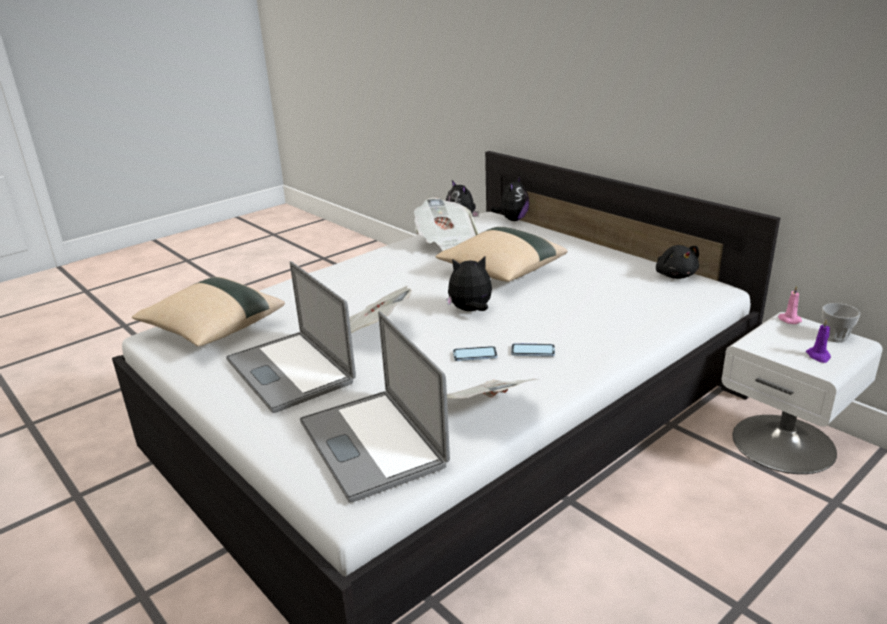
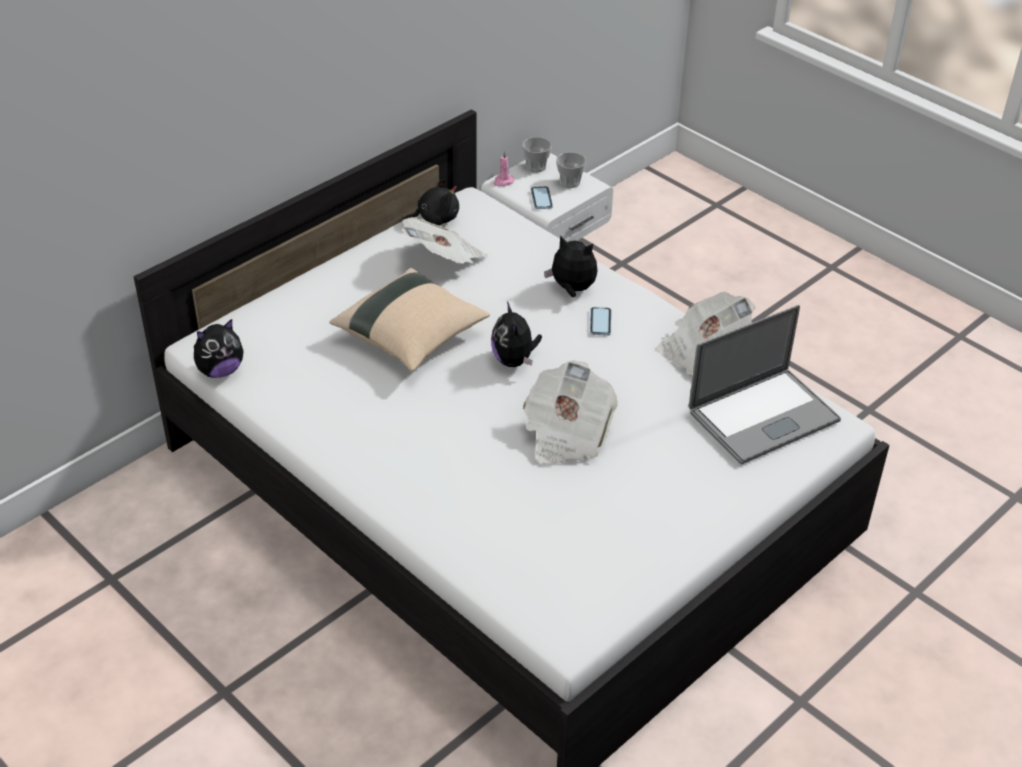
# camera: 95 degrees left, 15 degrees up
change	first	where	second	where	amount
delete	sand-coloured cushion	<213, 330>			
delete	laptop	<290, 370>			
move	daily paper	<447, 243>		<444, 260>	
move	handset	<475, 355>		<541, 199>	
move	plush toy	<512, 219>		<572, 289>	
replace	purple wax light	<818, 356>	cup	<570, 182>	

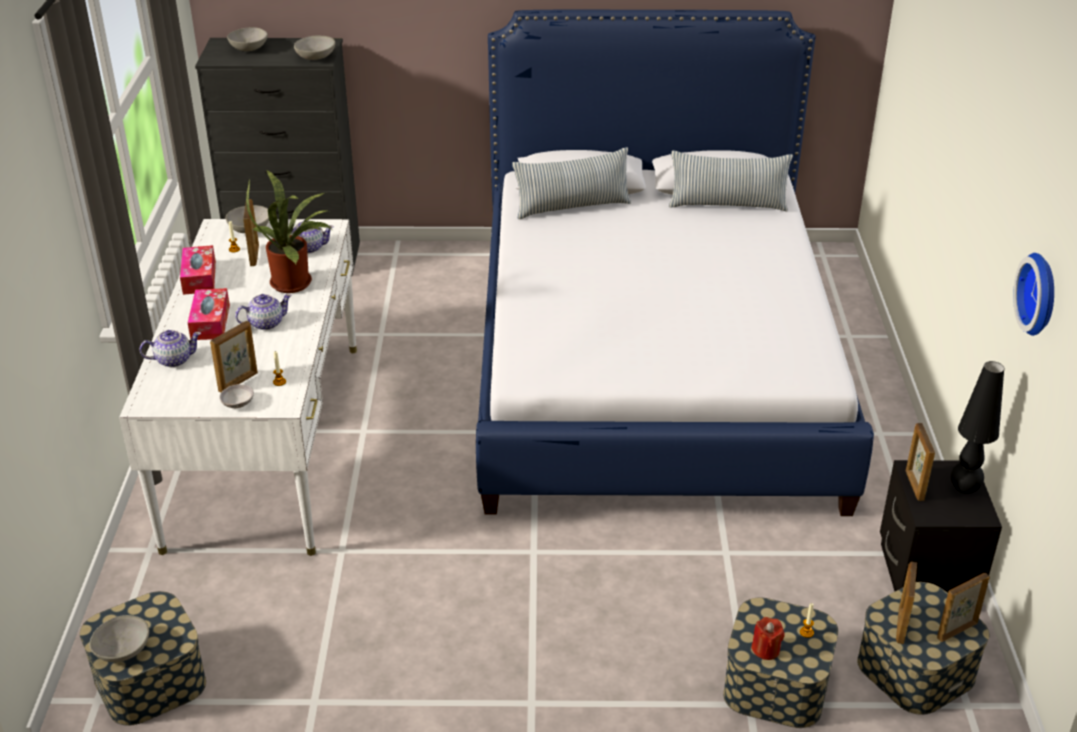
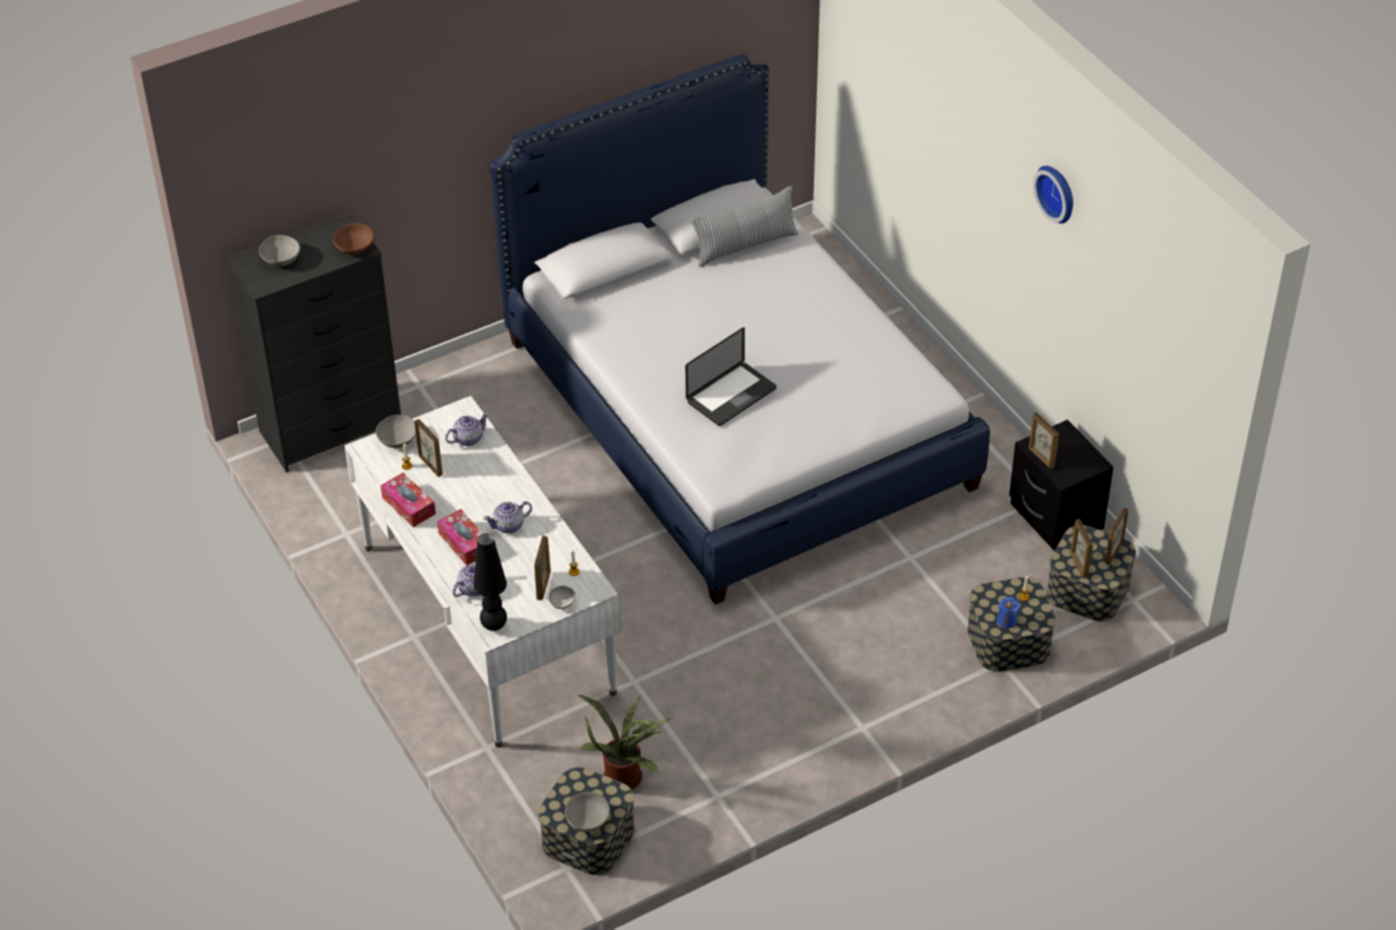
# camera: 30 degrees left, 10 degrees up
change	first	where	second	where	amount
rotate	teapot	<265, 323>		<509, 526>	150 degrees counterclockwise
move	potted plant	<296, 283>		<625, 776>	
recolor	greyish bowl	<316, 57>	brownish bowl	<355, 248>	
delete	cushion	<572, 207>			
recolor	red wax light	<766, 649>	bluish wax light	<1007, 620>	
move	black-coloured table lamp	<964, 489>		<494, 626>	
move	hanging clock	<1041, 294>		<1058, 192>	
insert			laptop	<731, 395>	

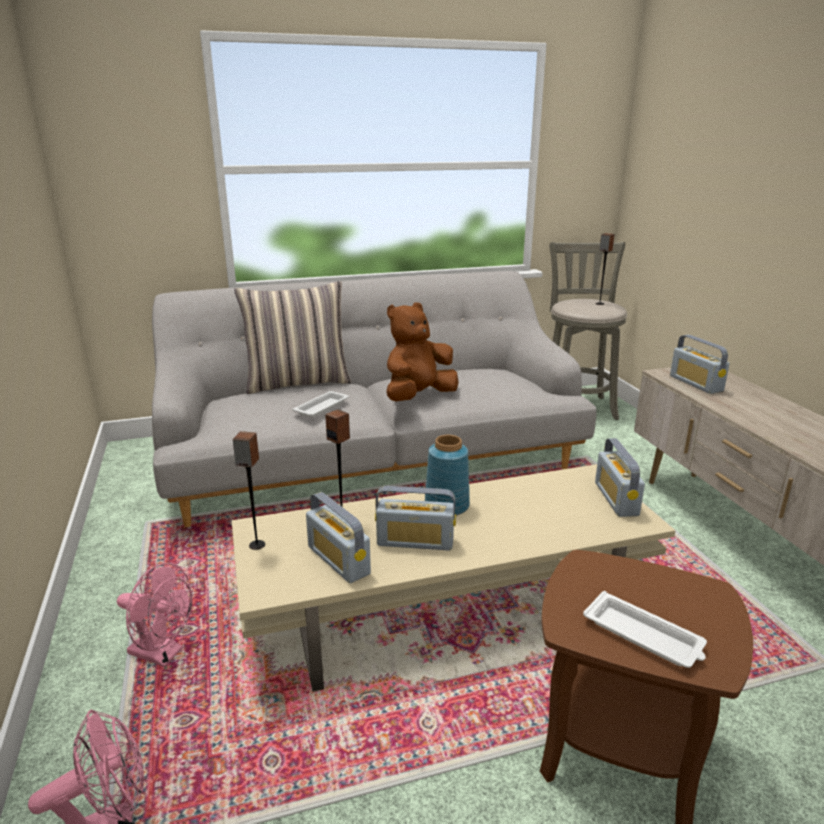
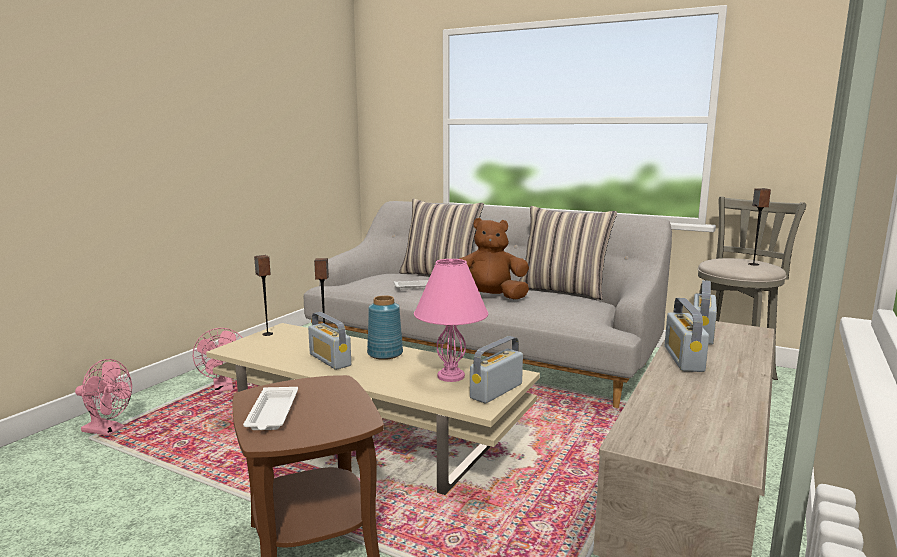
# camera: 45 degrees right, 10 degrees down
change	first	where	second	where	amount
move	radio receiver	<338, 560>		<683, 359>	
insert			pinkish table lamp	<451, 376>	
insert			cushion	<563, 290>	

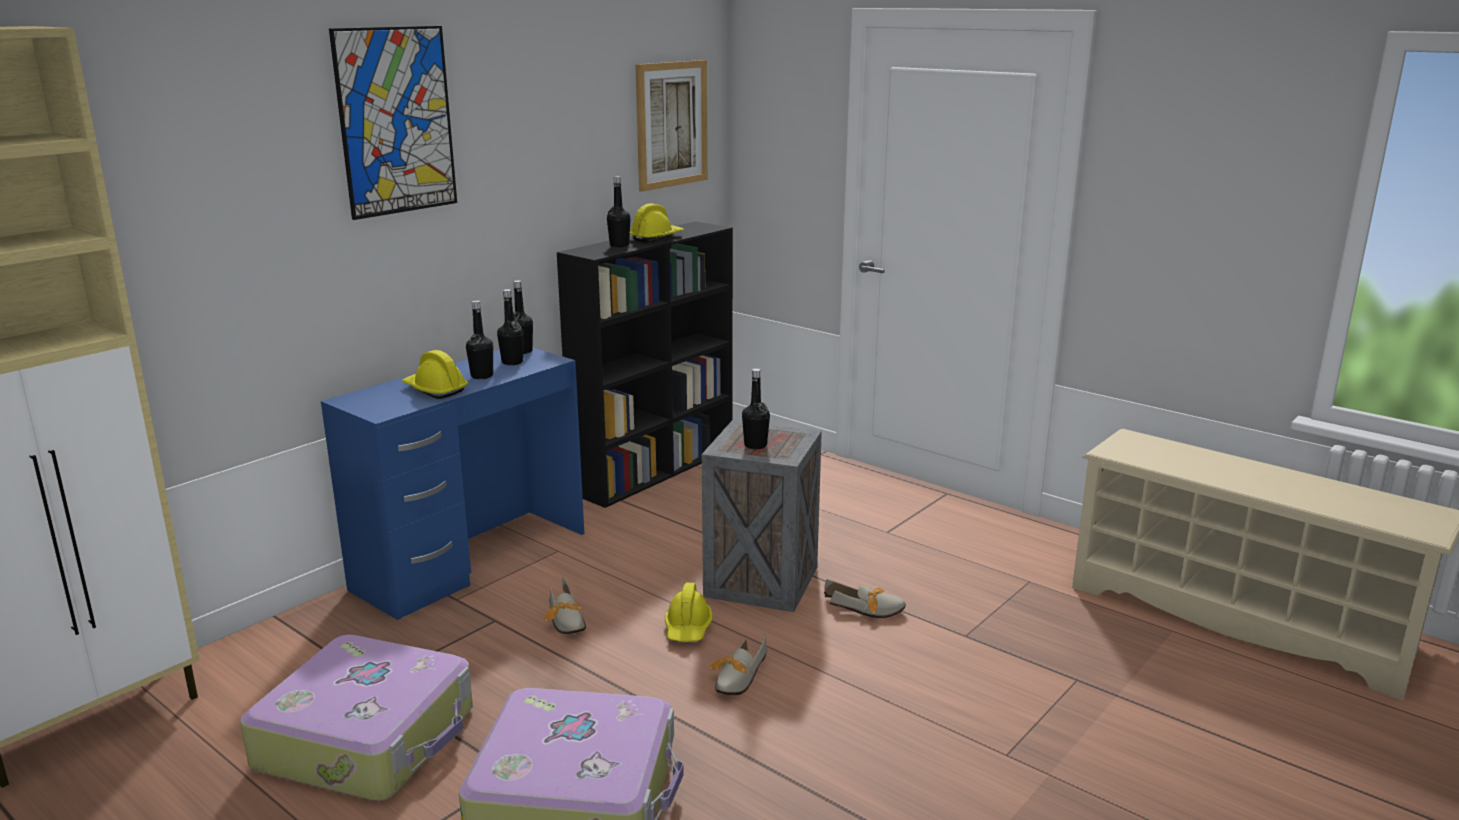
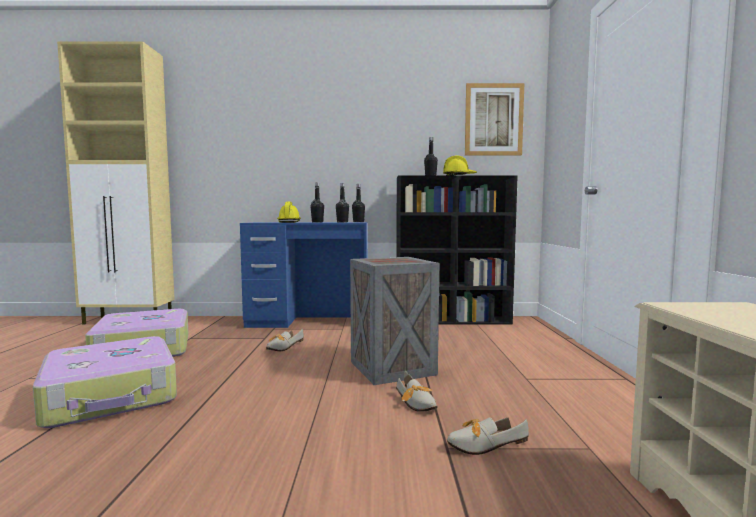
# camera: 50 degrees right, 15 degrees down
change	first	where	second	where	amount
delete	wall picture	<396, 121>			
delete	yellow work helmet	<688, 628>			
move	low shoe	<737, 679>		<481, 445>	
delete	black-coloured drink bottle	<755, 445>			

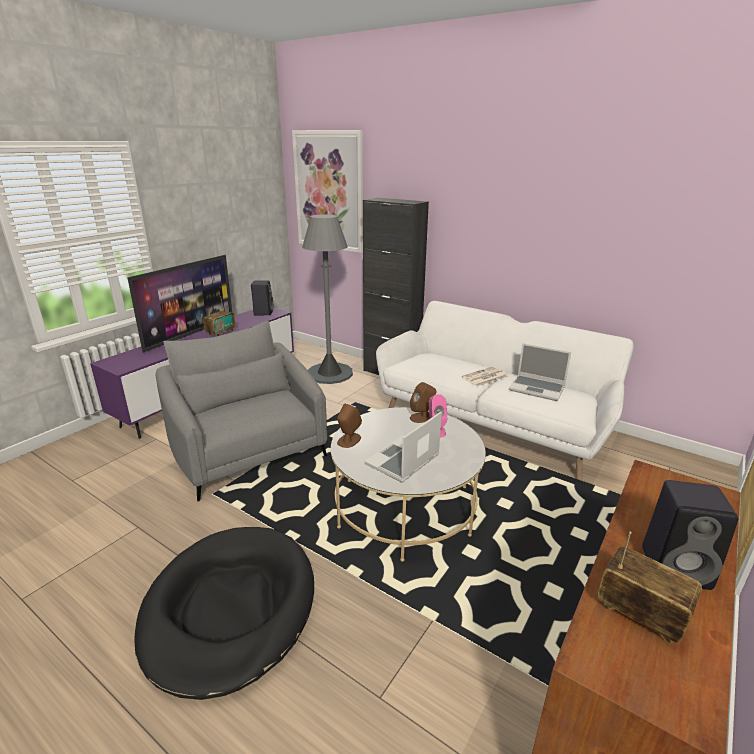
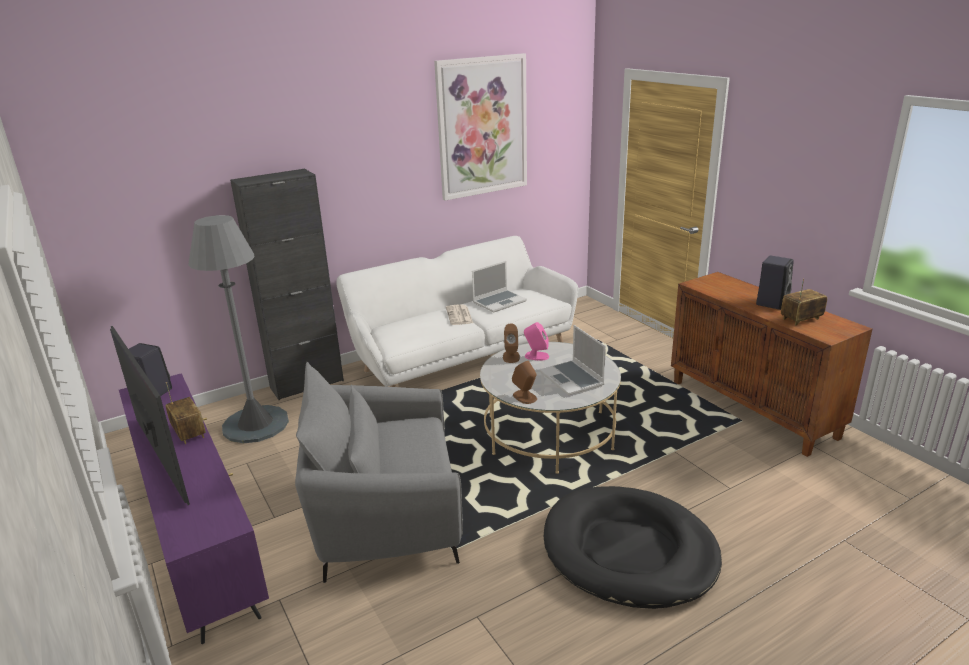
# camera: 65 degrees left, 0 degrees up
change	first	where	second	where	amount
move	wall picture	<329, 191>		<482, 127>	

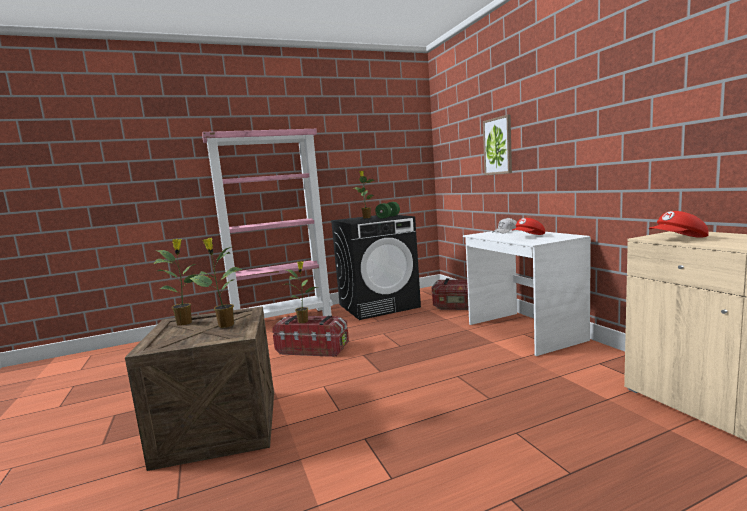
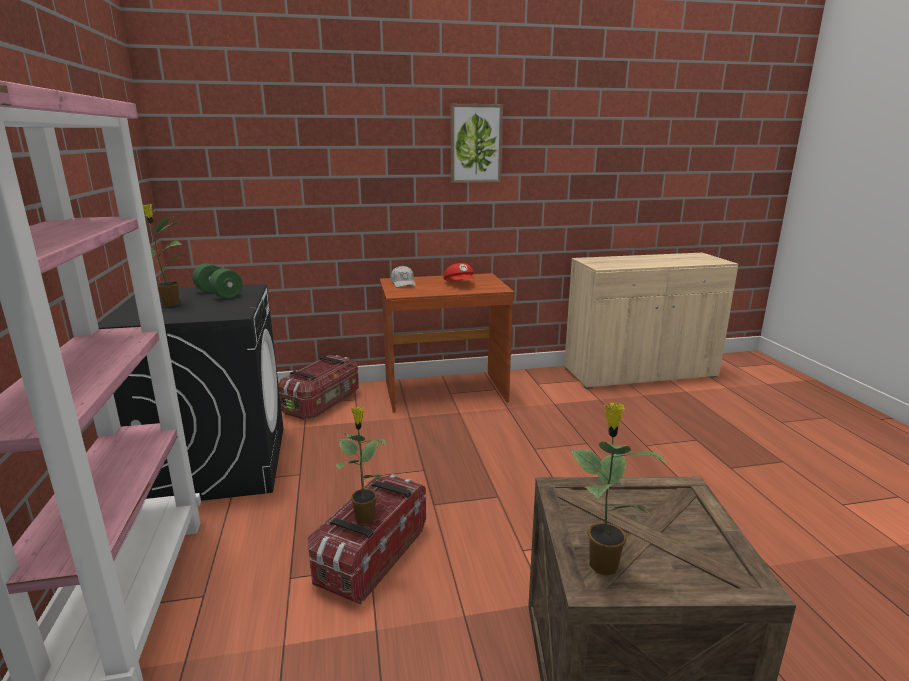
# camera: 80 degrees left, 10 degrees up
change	first	where	second	where	amount
delete	potted plant	<225, 325>			
recolor	whitish desk	<523, 332>	brownish desk	<445, 392>	
move	wall picture	<498, 146>		<475, 144>	
delete	red peaked cap	<678, 239>			

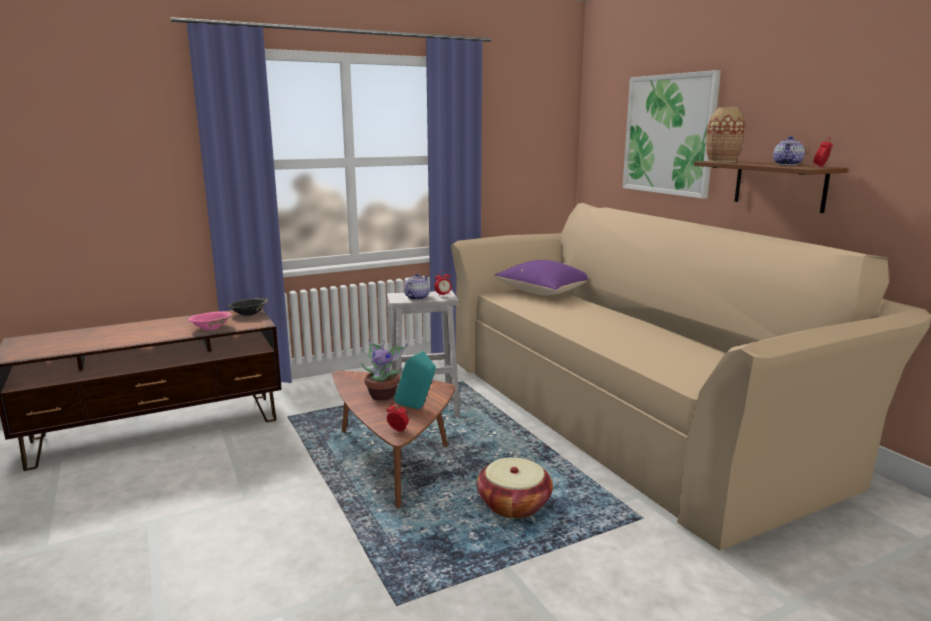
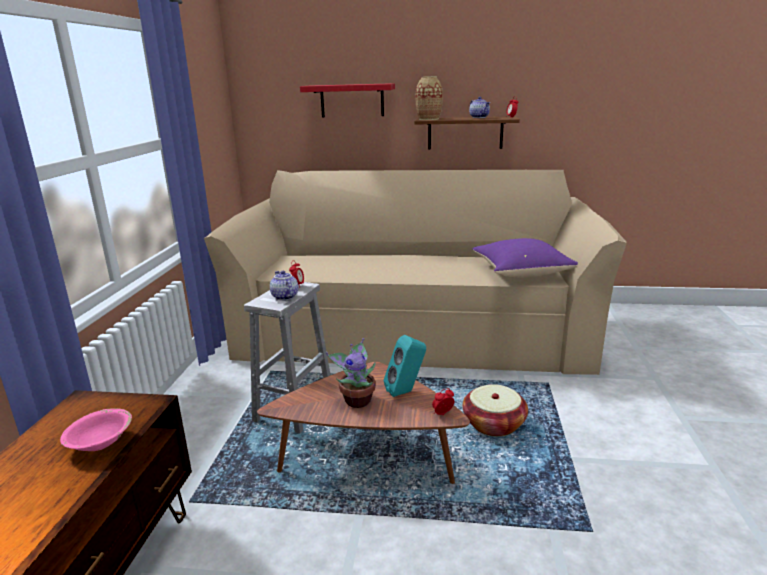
# camera: 55 degrees left, 5 degrees up
change	first	where	second	where	amount
delete	black-coloured bowl	<249, 313>			
move	purple cushion	<546, 293>		<522, 273>	
replace	wall picture	<669, 135>	red shelf	<352, 100>	

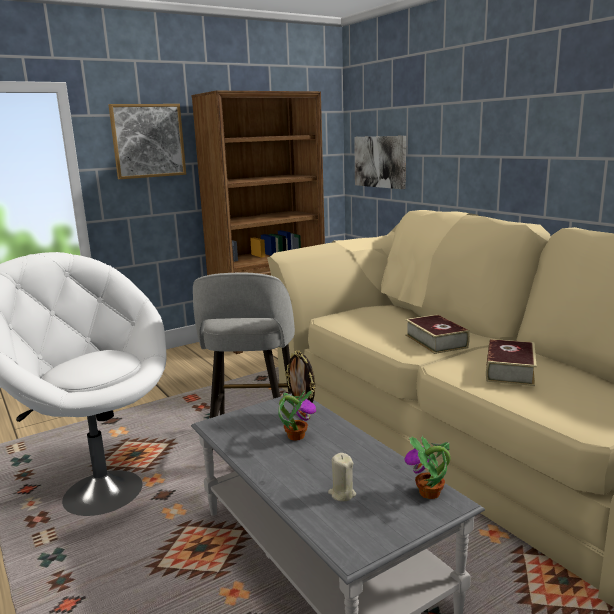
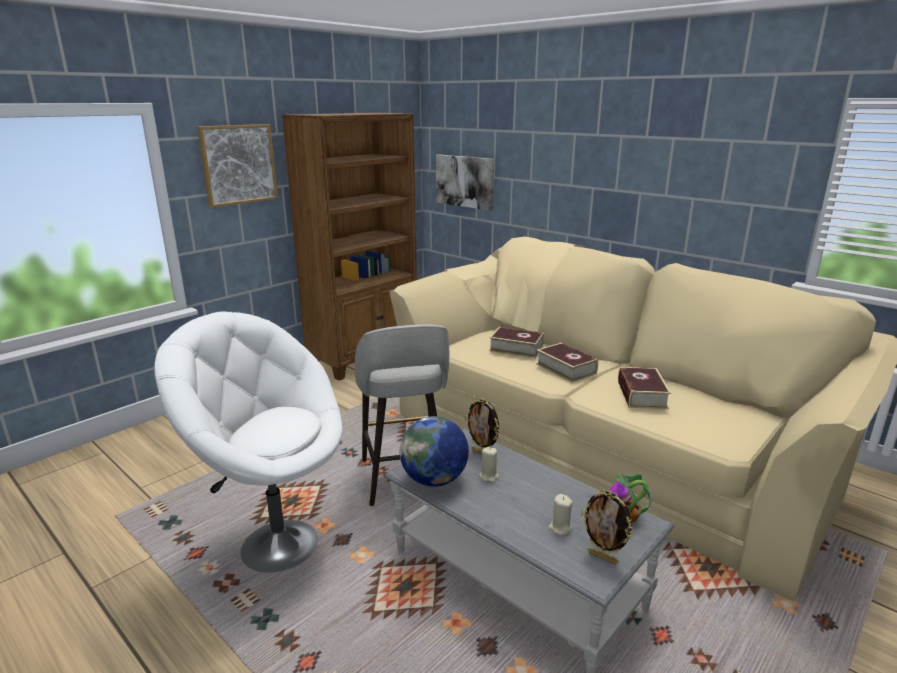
# camera: 15 degrees left, 5 degrees up
change	first	where	second	where	amount
replace	potted plant	<296, 436>	sand-coloured wax light	<489, 476>	
insert			desk globe	<434, 480>	
insert			book	<516, 348>	
insert			standing frame	<603, 557>	

